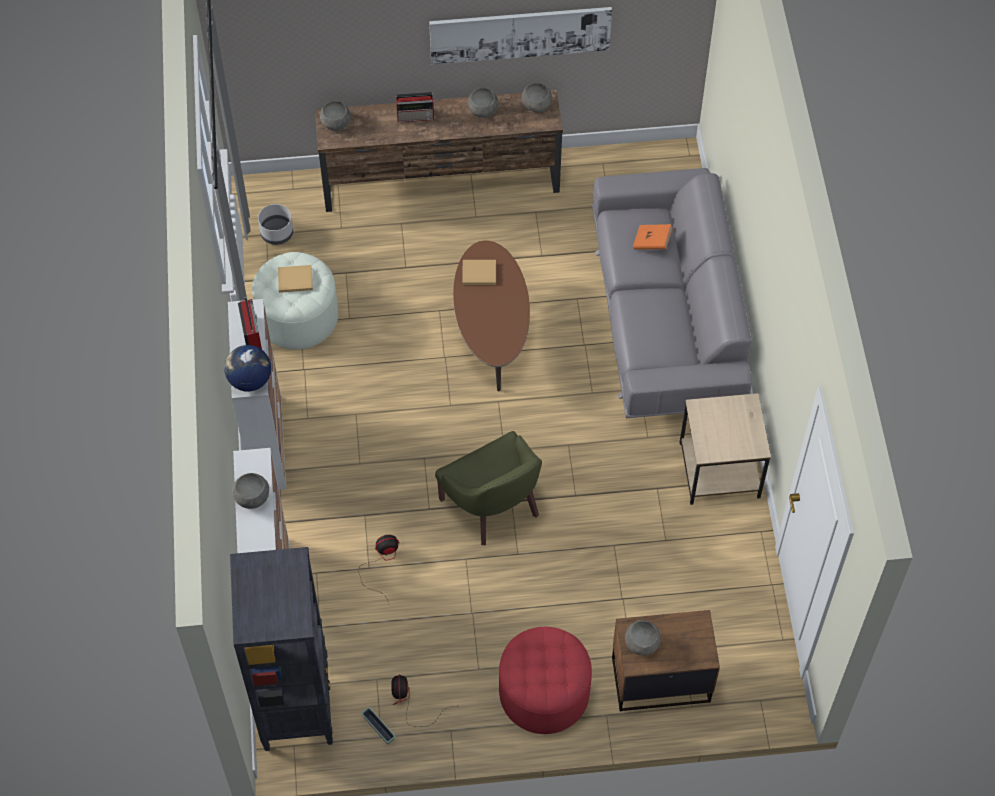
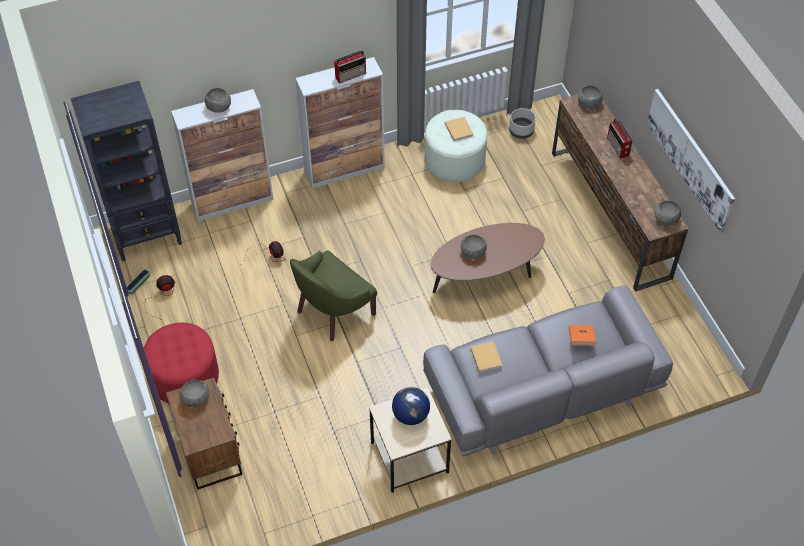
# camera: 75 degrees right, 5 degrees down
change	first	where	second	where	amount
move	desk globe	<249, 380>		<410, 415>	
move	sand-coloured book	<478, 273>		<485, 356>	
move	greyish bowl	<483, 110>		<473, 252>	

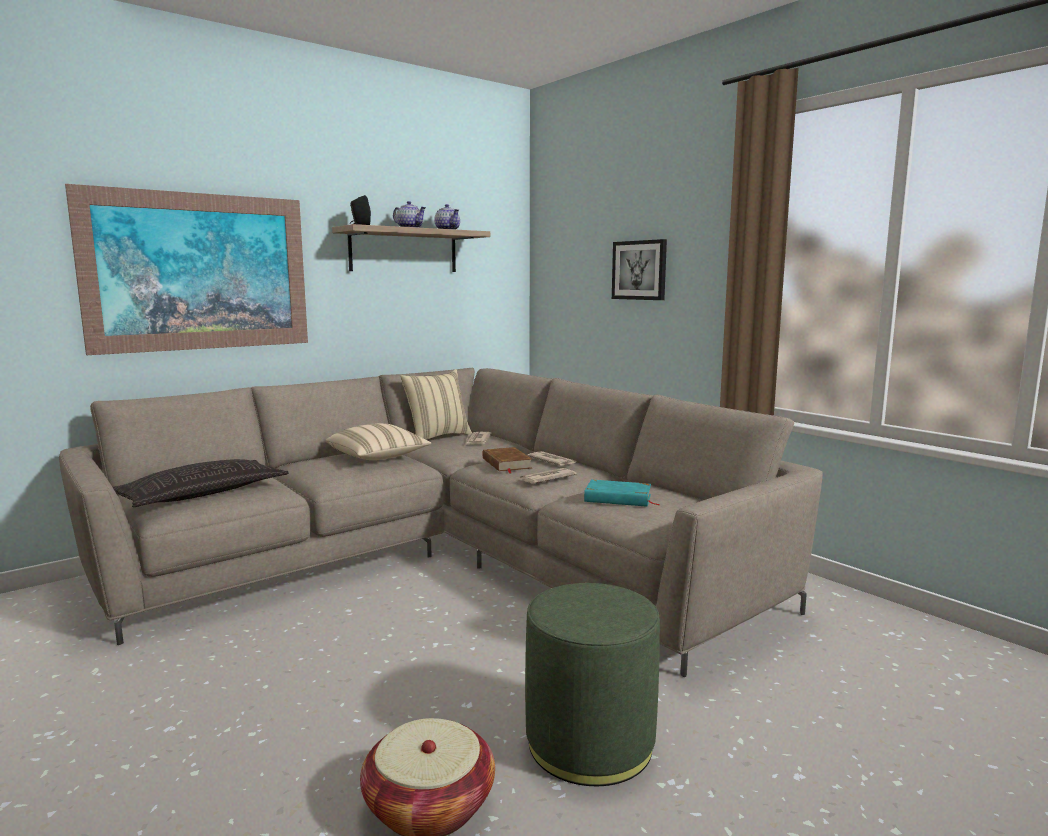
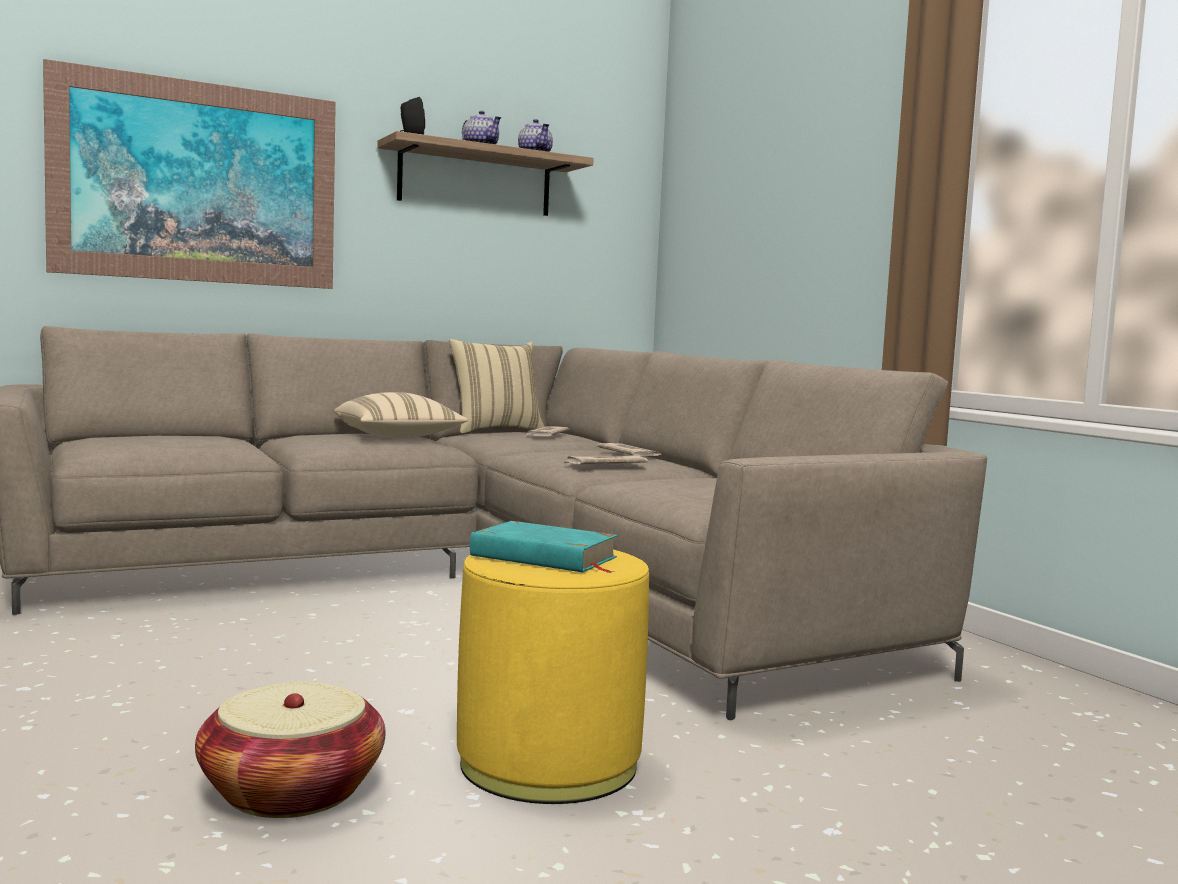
# camera: 10 degrees right, 5 degrees down
change	first	where	second	where	amount
delete	cushion	<203, 493>			
delete	brownish book	<506, 463>			
recolor	green pouffe	<590, 742>	yellow pouffe	<548, 763>	
move	blue-green book	<618, 498>		<544, 557>	
delete	wall picture	<639, 270>			

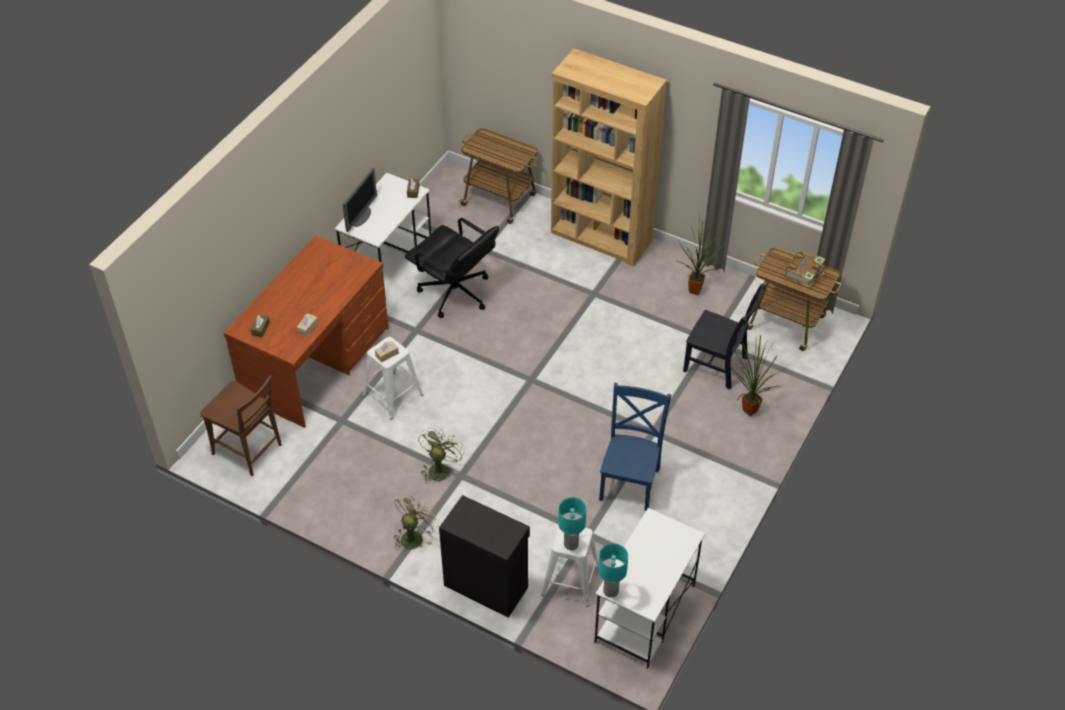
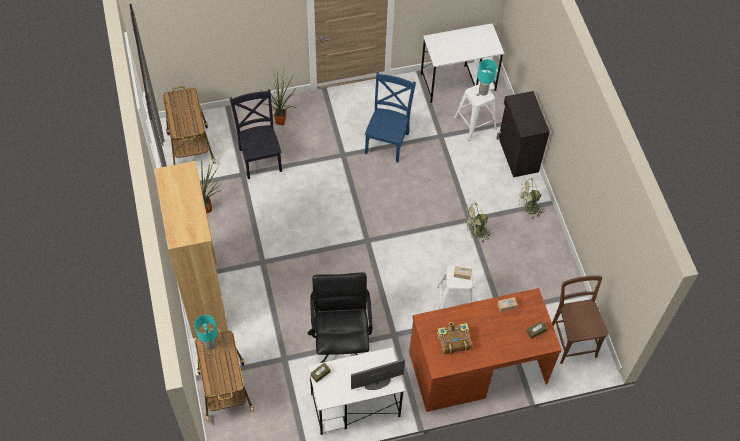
# camera: 135 degrees left, 10 degrees up
change	first	where	second	where	amount
move	blue-green table lamp	<610, 591>		<210, 345>	
rotate	bluish chair	<630, 481>		<387, 141>	135 degrees clockwise
move	book	<804, 273>		<453, 340>	

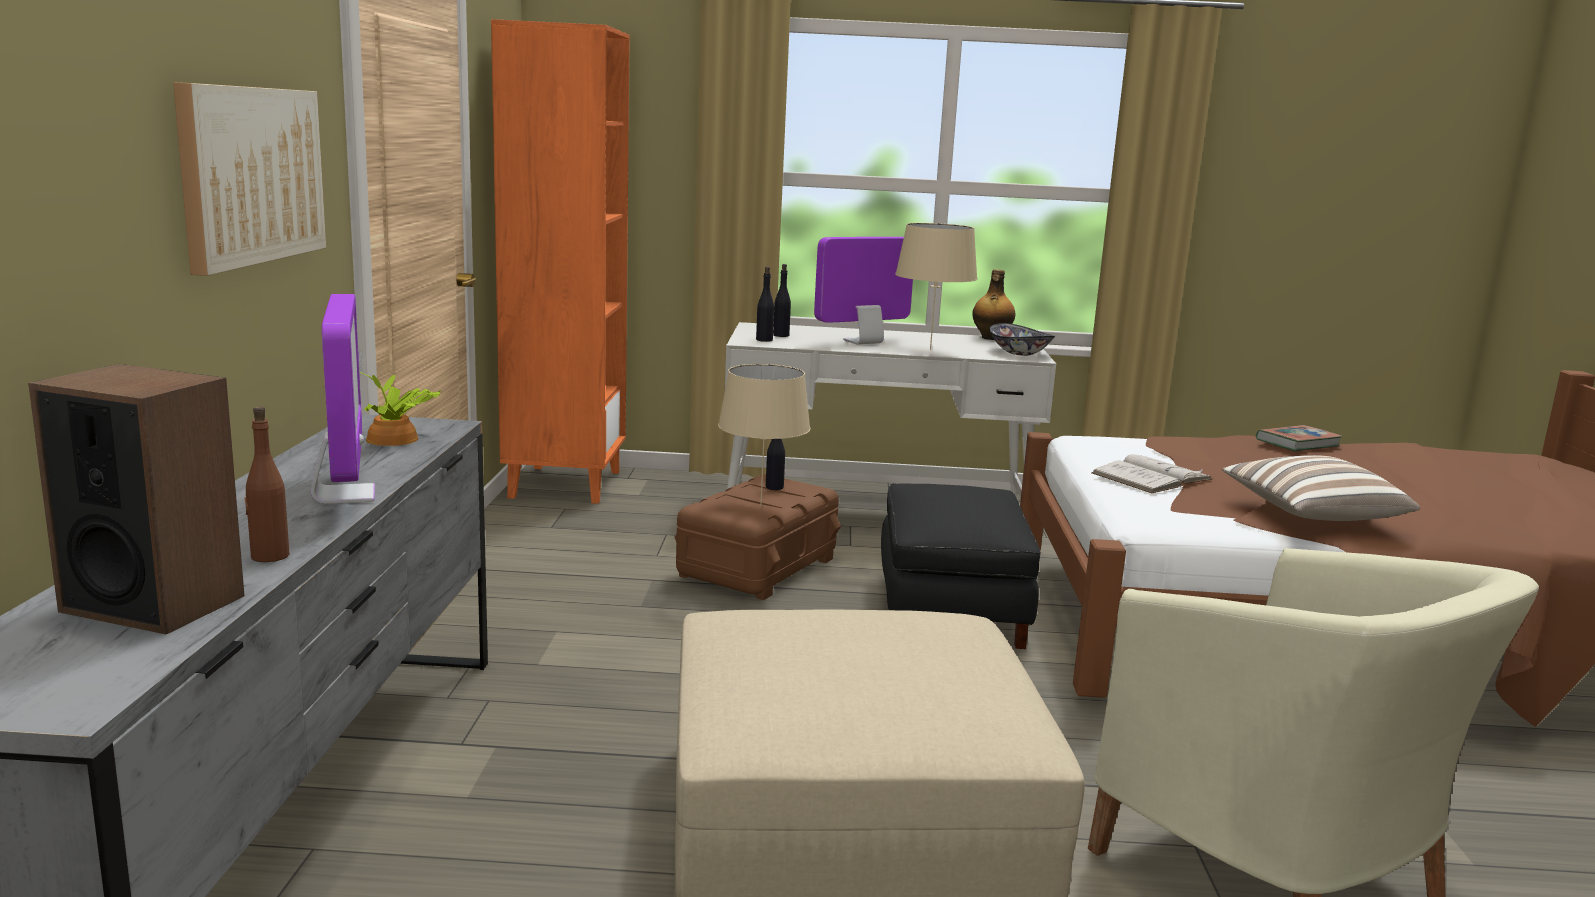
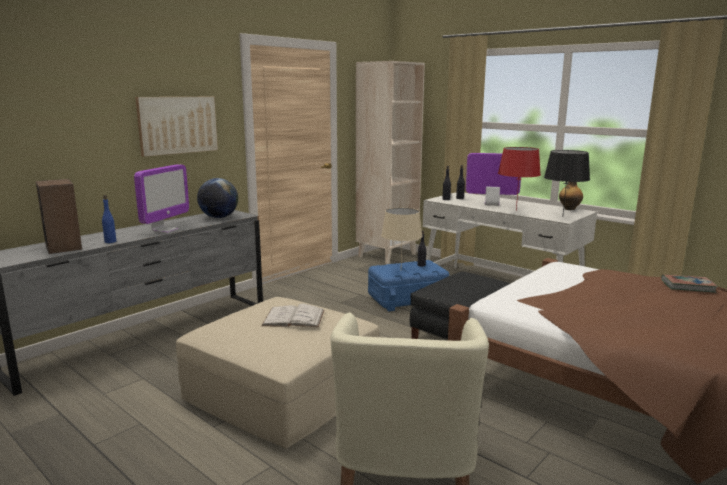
# camera: 40 degrees right, 0 degrees up
change	first	where	second	where	amount
recolor	brownish drink bottle	<269, 556>	bluish drink bottle	<110, 241>	
replace	potted plant	<394, 439>	desk globe	<219, 217>	
recolor	orangey shelving unit	<564, 484>	sand-coloured shelving unit	<387, 255>	
recolor	brownish storage container	<758, 567>	bluish storage container	<407, 299>	
recolor	sand-coloured table lamp	<930, 350>	red table lamp	<515, 211>	
replace	bowl	<1019, 353>	black-coloured table lamp	<562, 217>	
move	whitish book	<1151, 476>		<293, 318>	
delete	cushion	<1311, 514>			

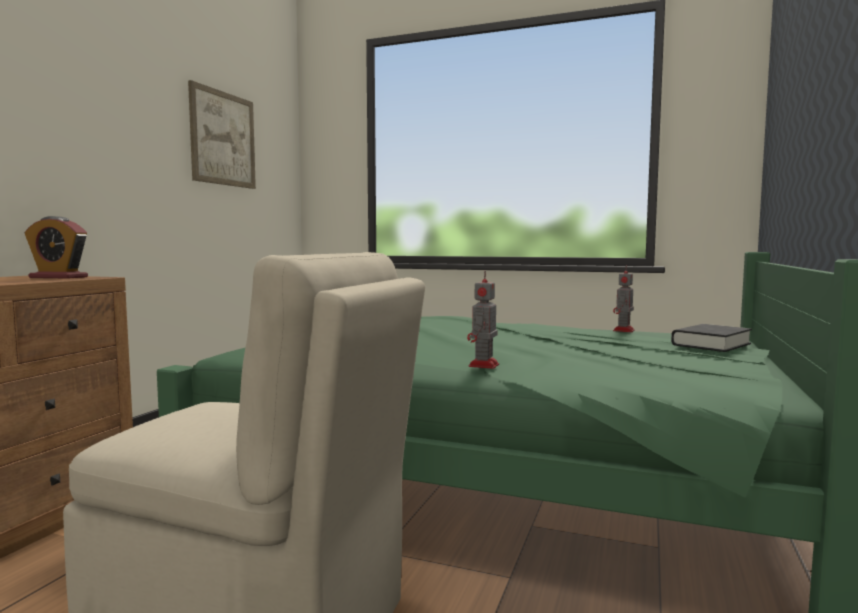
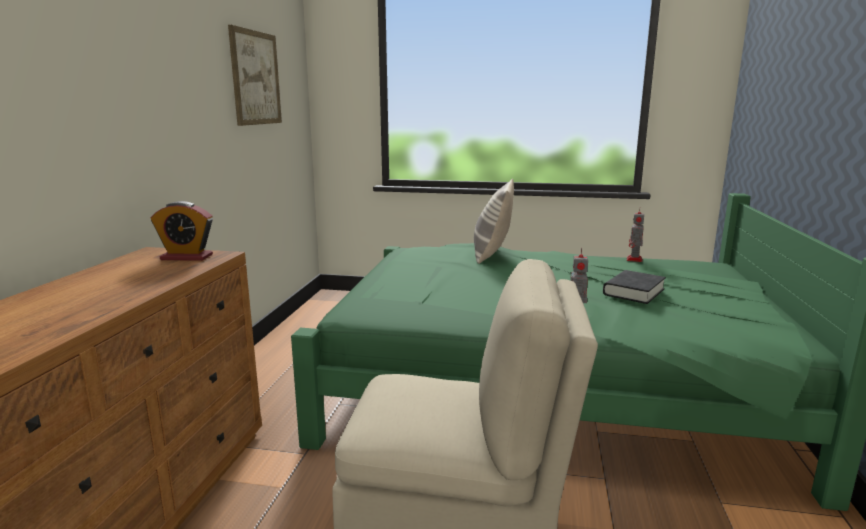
# camera: 10 degrees left, 10 degrees up
change	first	where	second	where	amount
move	black-coloured book	<711, 344>		<633, 292>	
insert			cushion	<492, 255>	

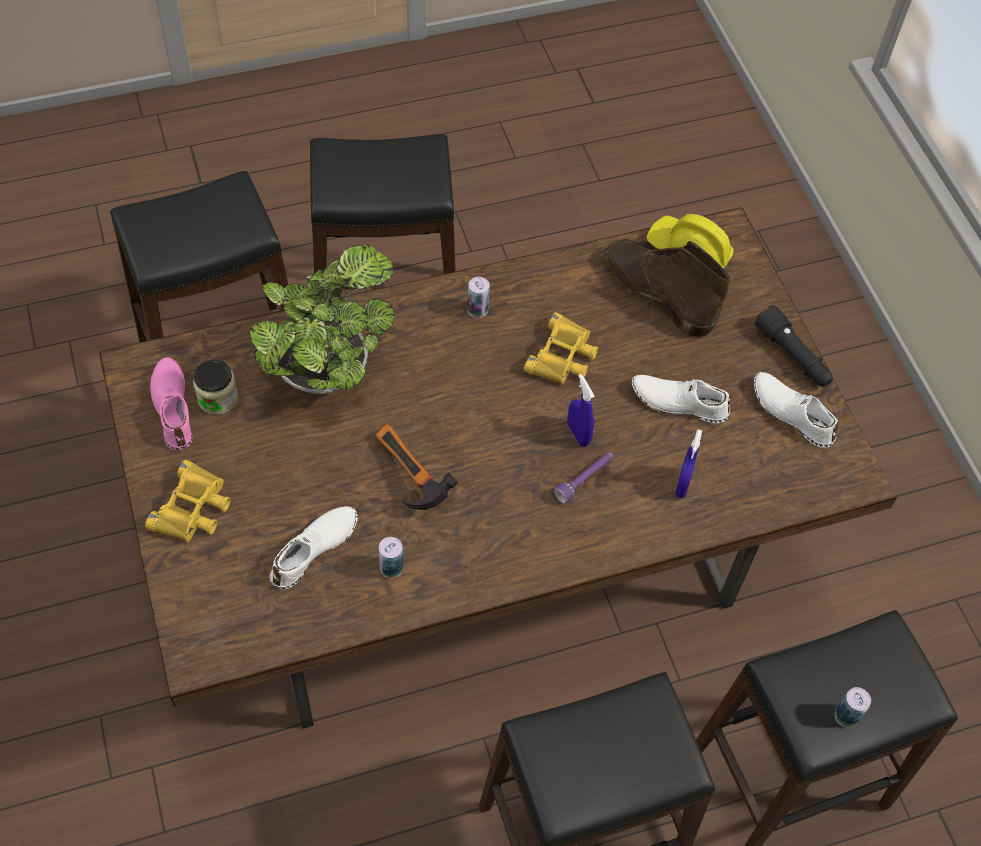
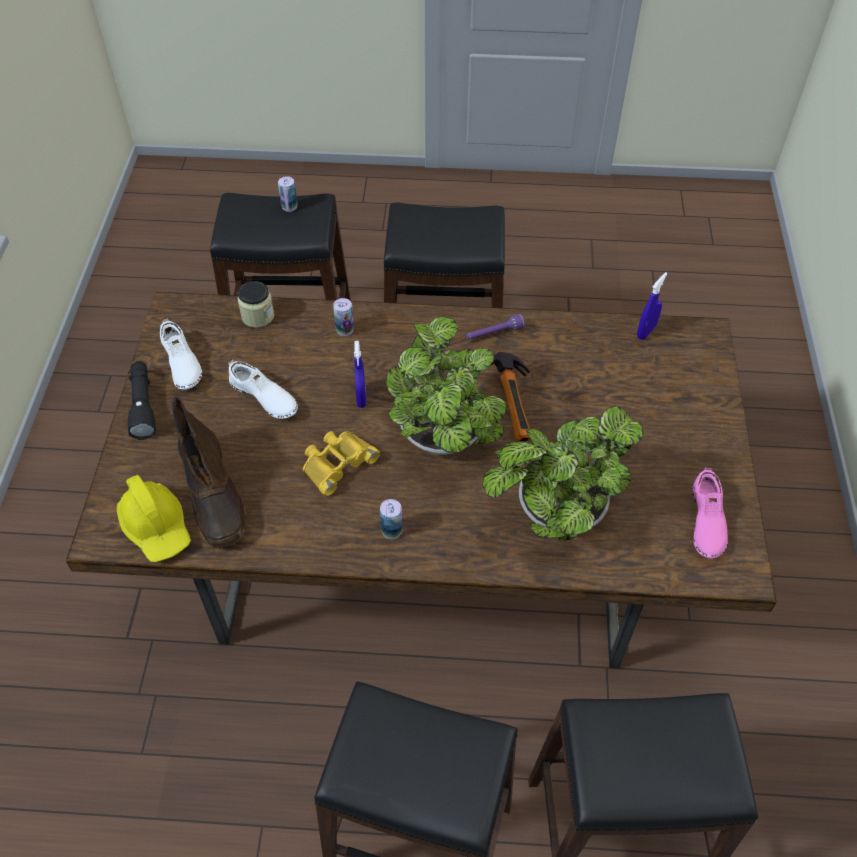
# camera: 155 degrees left, 5 degrees down
change	first	where	second	where	amount
delete	yellow field glasses	<193, 508>			
move	preserve jar	<218, 398>		<258, 316>	
delete	whitish low shoe	<314, 550>			
move	can	<391, 568>		<345, 329>	
move	purple hand torch	<584, 479>		<494, 333>	
move	bluish spray bottle	<682, 484>		<646, 332>	
insert			potted plant	<443, 442>	

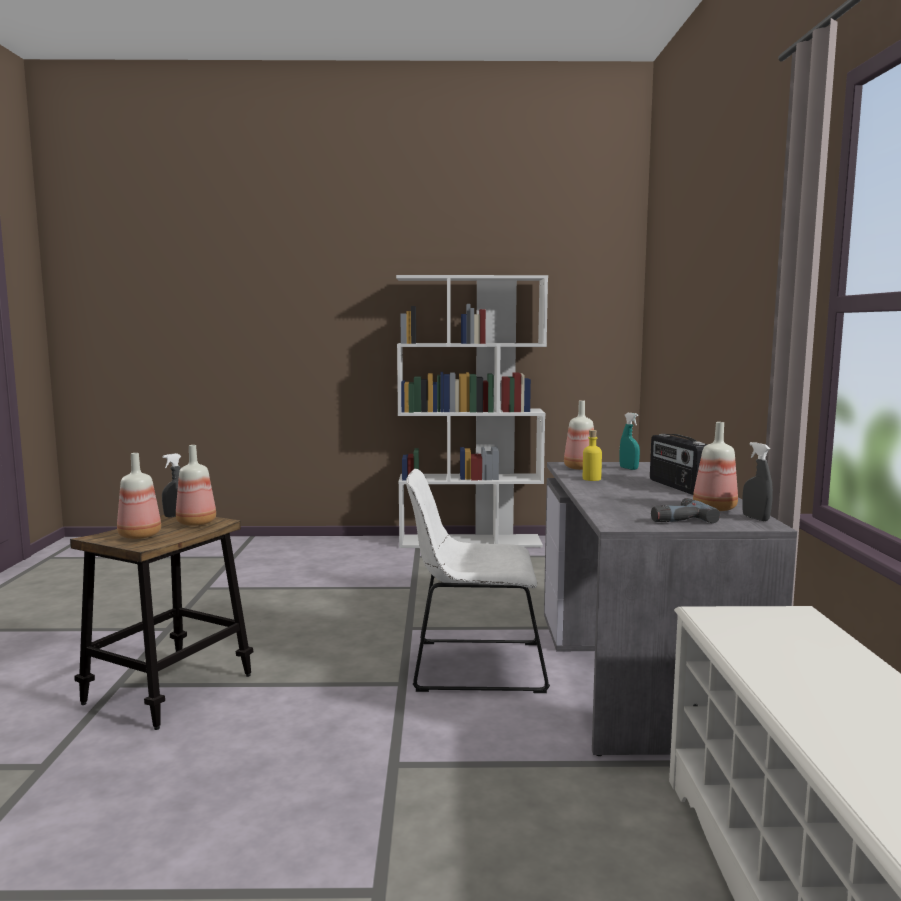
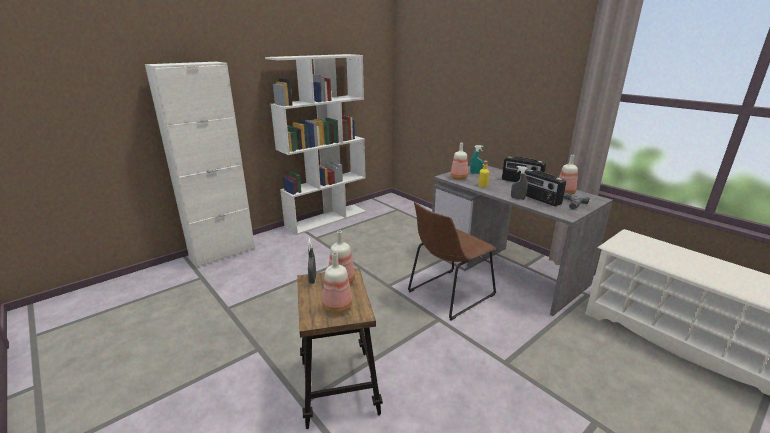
# camera: 40 degrees left, 15 degrees up
change	first	where	second	where	amount
recolor	whitish chair	<472, 665>	brownish chair	<448, 294>	
move	greyish spray bottle	<755, 518>		<517, 198>	
insert			whitish storage cabinet	<222, 253>	
insert			radio receiver	<539, 199>	

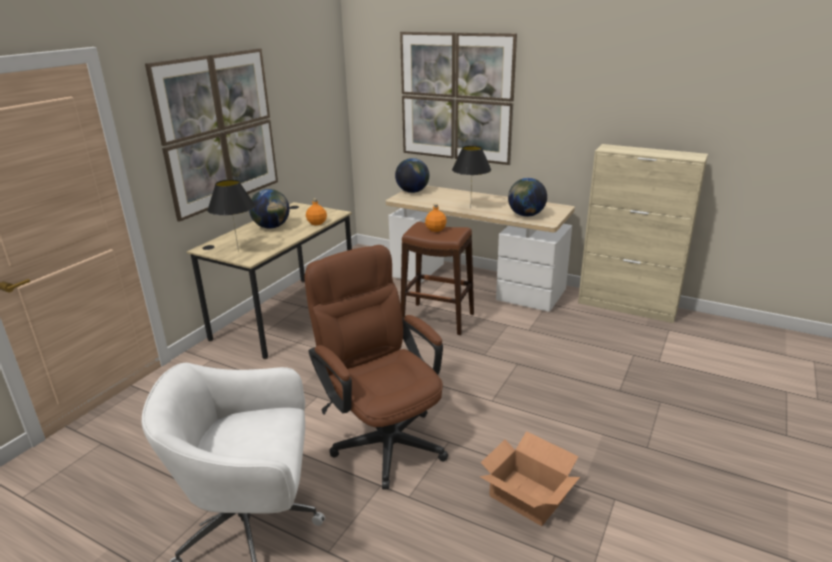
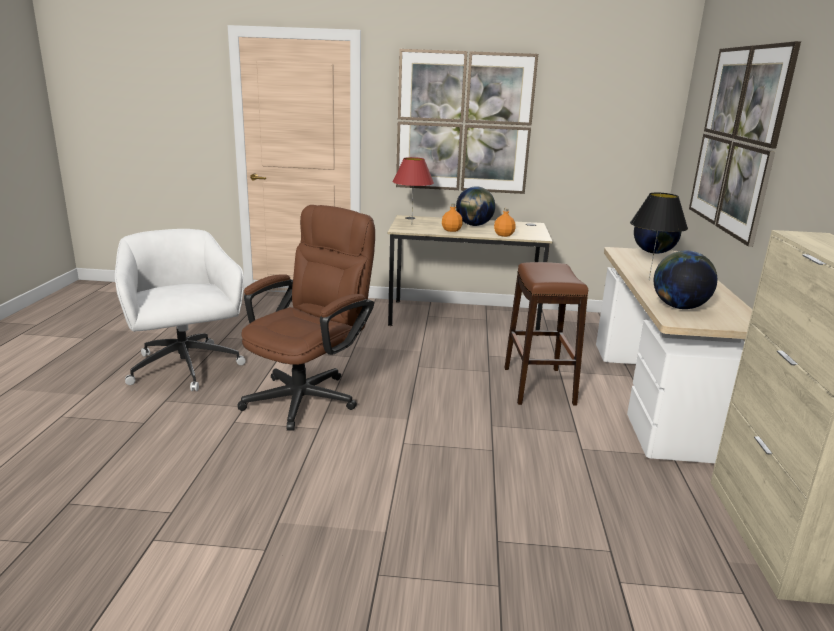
# camera: 65 degrees right, 5 degrees down
change	first	where	second	where	amount
recolor	black-coloured table lamp	<238, 251>	red table lamp	<411, 225>	
move	orangey drink bottle	<436, 229>		<451, 230>	
delete	cardboard box	<527, 497>			

